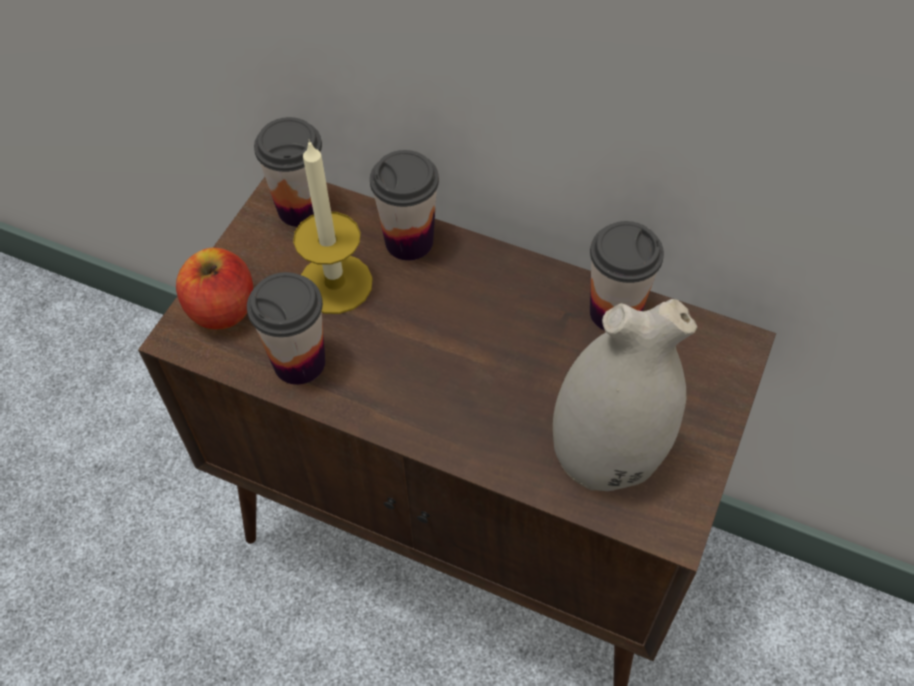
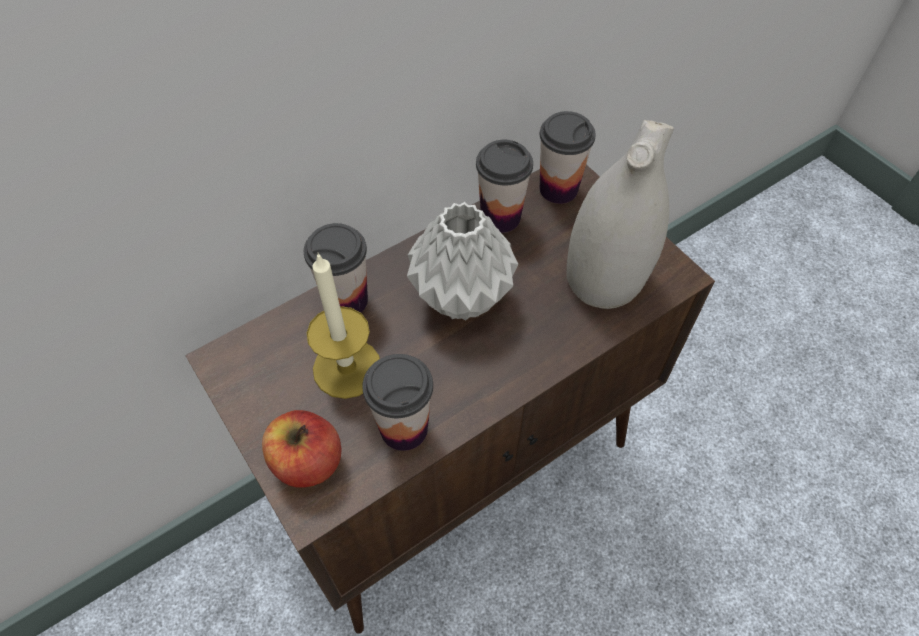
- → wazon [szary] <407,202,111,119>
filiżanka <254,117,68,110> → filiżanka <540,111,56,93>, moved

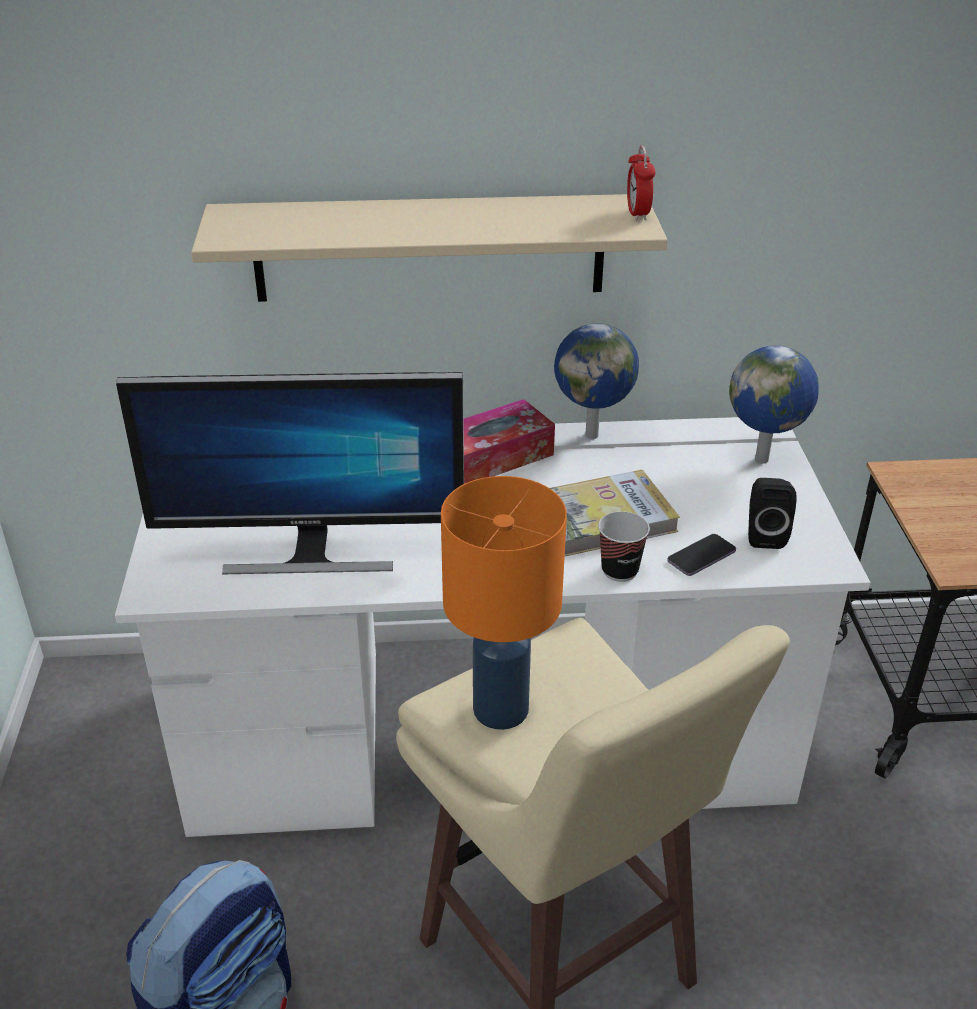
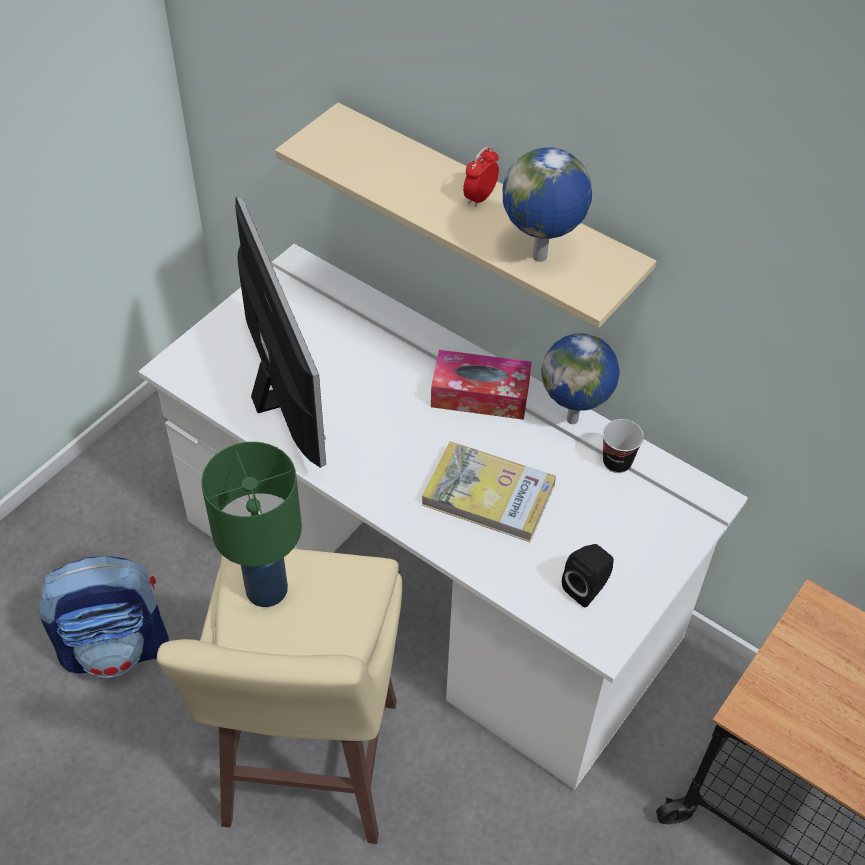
lampa stołowa [pomarańczowy] <441,476,126,254> → lampa stołowa [zielony] <201,442,101,165>
monitor <116,372,348,202> → monitor <235,197,91,271>, 150 degrees counterclockwise
budzik <627,145,28,76> → budzik <463,146,36,61>, moved
globus <729,346,90,118> → globus <503,147,89,115>, moved
filiżanka <598,511,52,71> → filiżanka <603,419,41,54>, moved
telefon <667,534,69,42> → -

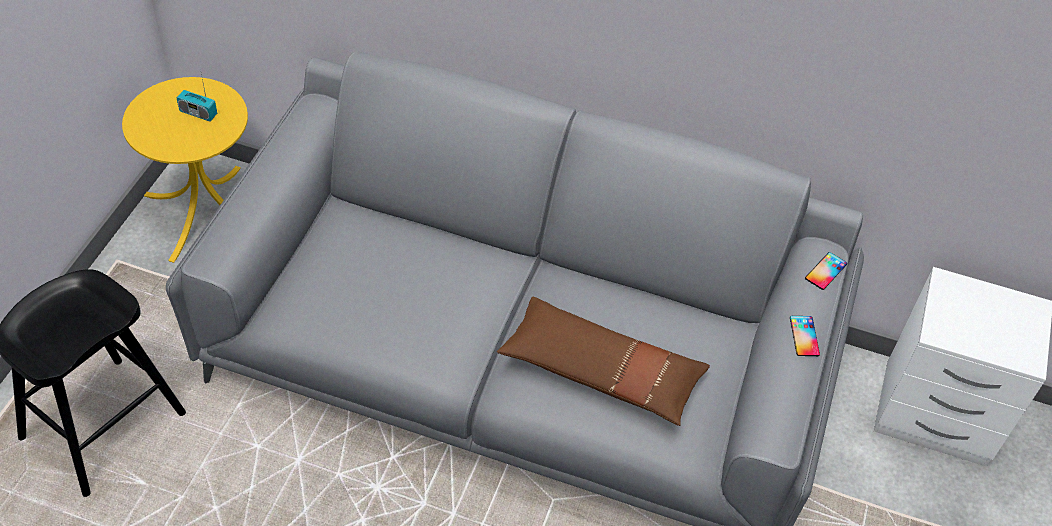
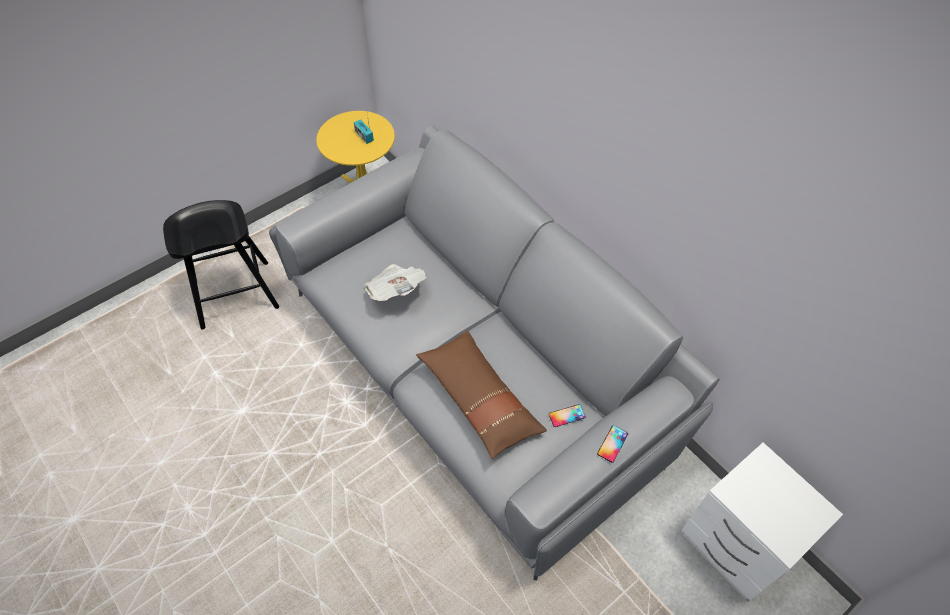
- → gazeta <364,264,62,37>
telefon <805,252,42,38> → telefon <549,404,37,23>, moved

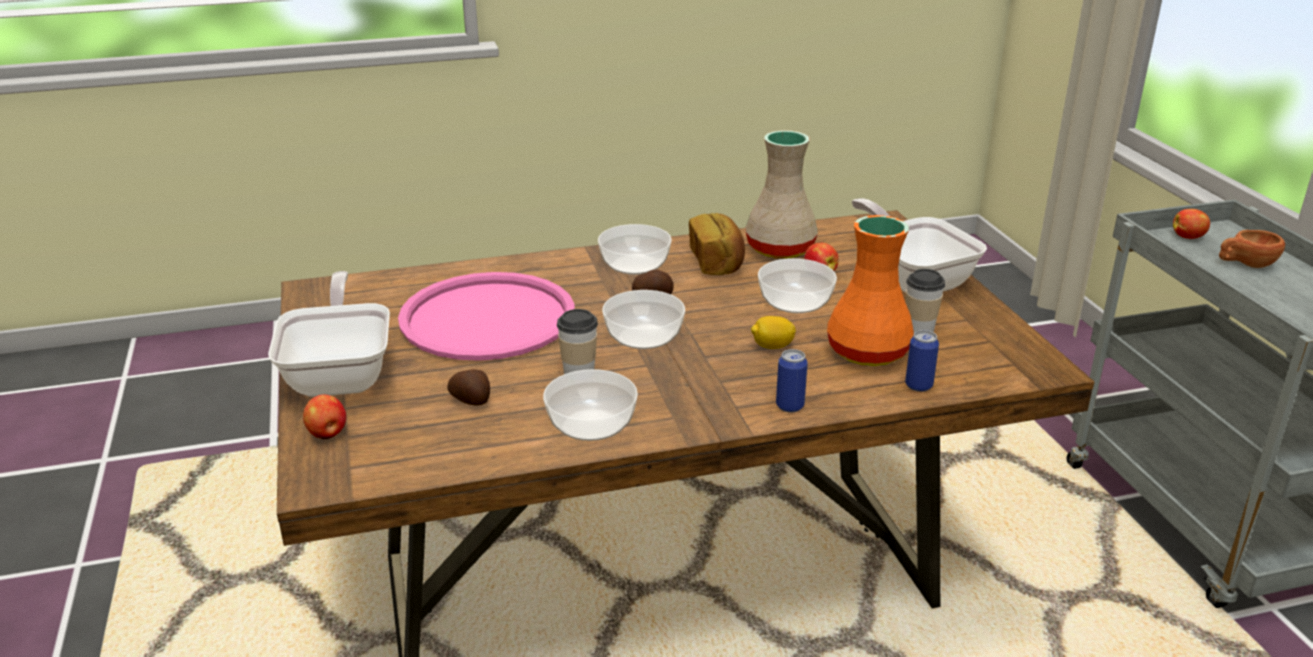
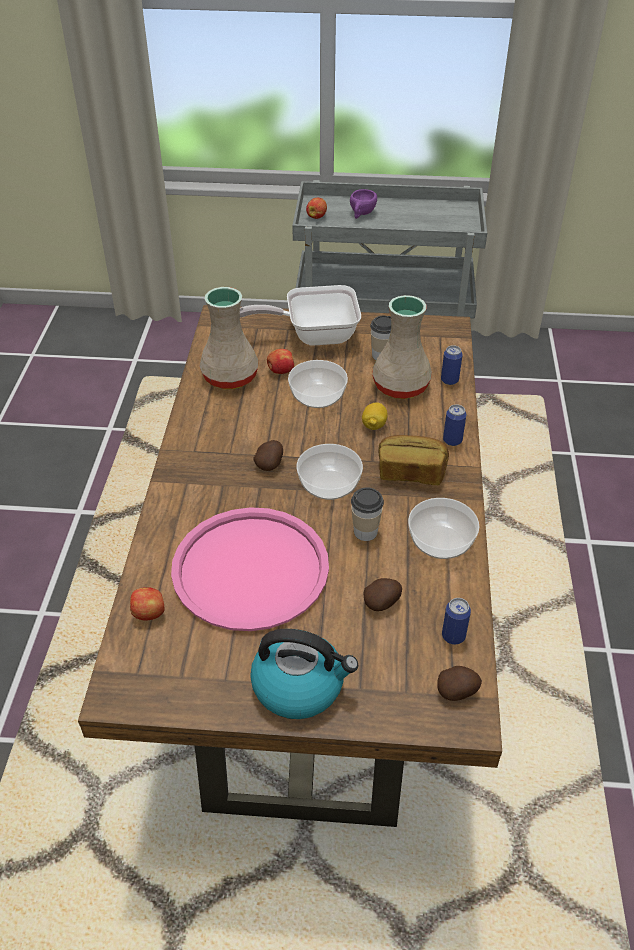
jabłko <303,395,43,44> → jabłko <130,587,35,34>, moved
patelnia <268,271,122,126> → czajnik <250,629,108,90>
filiżanka [brązowy] <1219,230,66,38> → filiżanka [fioletowy] <350,189,27,30>
wazon [pomarańczowy] <827,215,87,151> → wazon [beżowy] <372,295,60,104>
chleb <689,213,56,62> → chleb <378,435,71,50>, moved
- → ziemniak <437,666,45,35>
- → puszka <442,598,29,47>
miska <598,224,74,51> → -

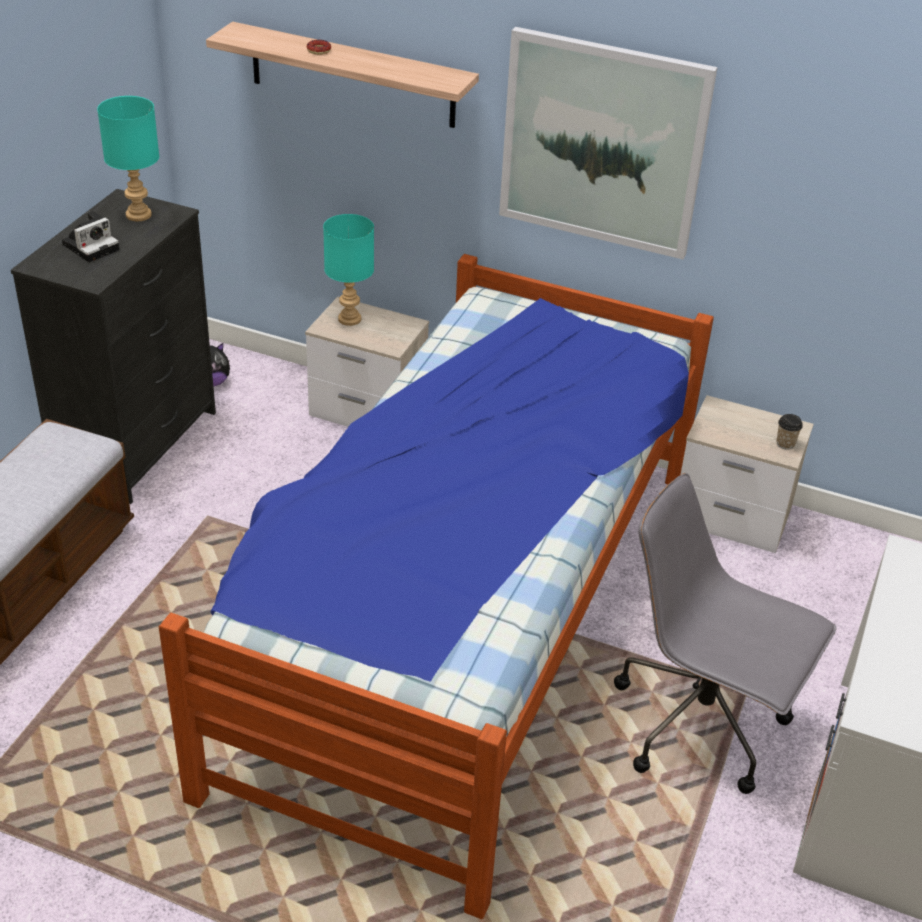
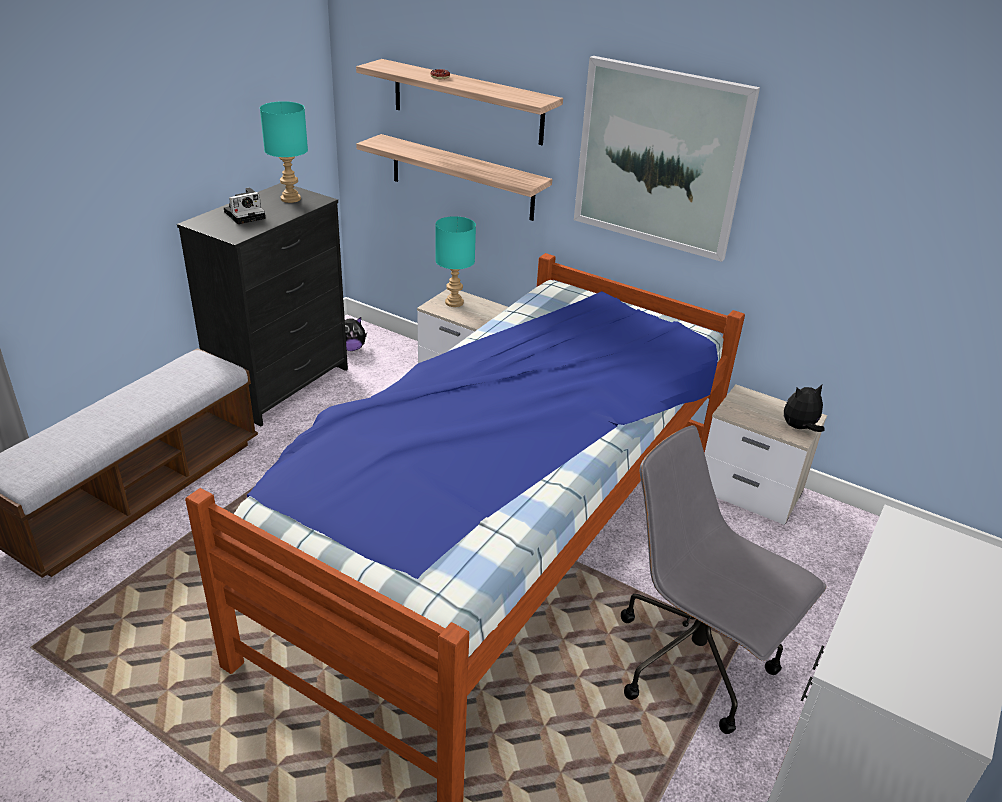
- → półka <356,134,196,87>
filiżanka <776,414,27,36> → pluszak <784,385,40,47>

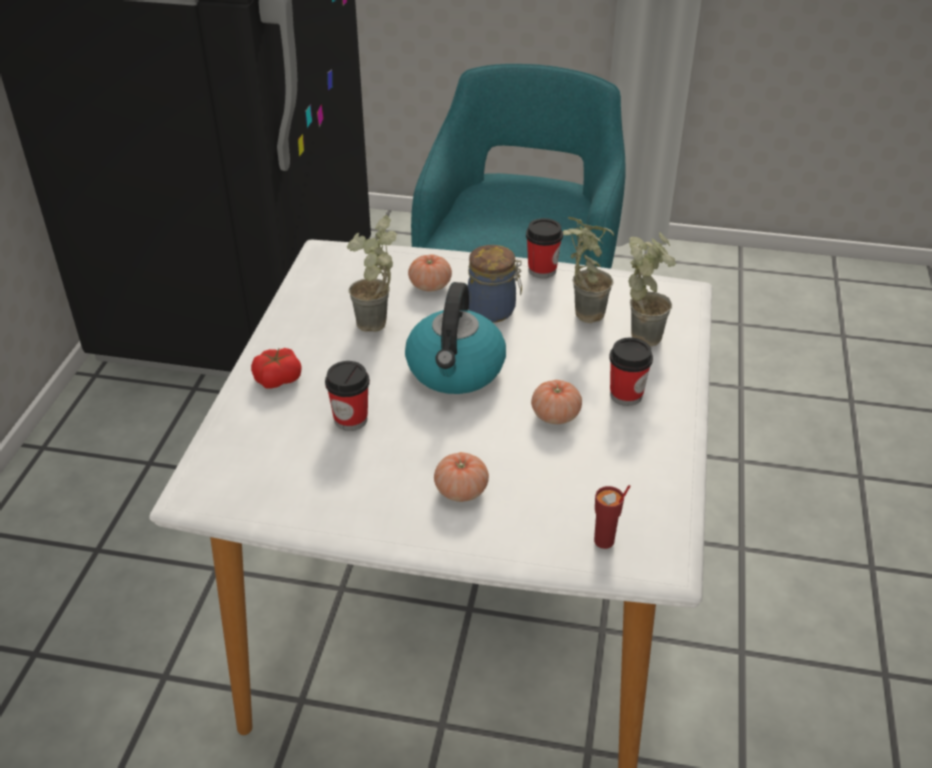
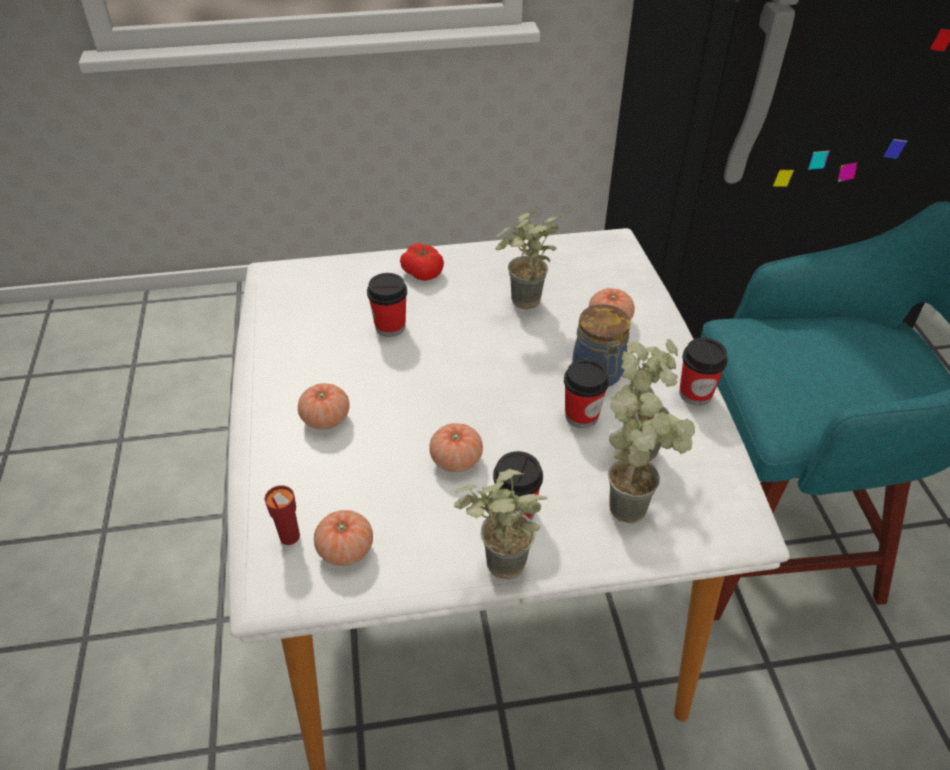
- → pomidor <314,510,59,56>
- → roślina doniczkowa <454,469,94,111>
- → filiżanka <564,359,45,69>
czajnik <405,282,101,112> → -

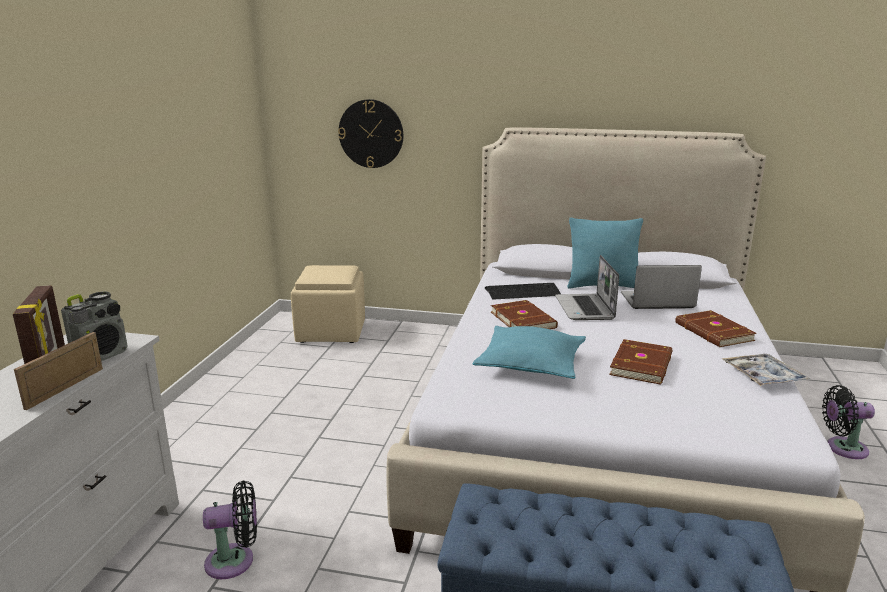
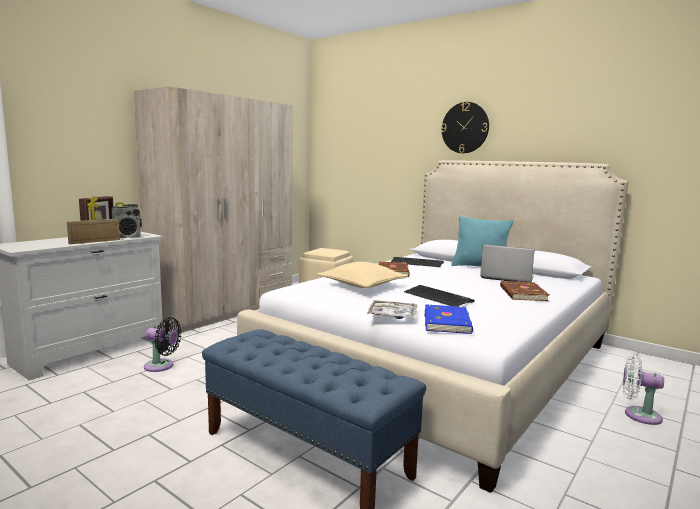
- → szafa [beżowy] <134,86,159,247>
poduszka [turkusowy] <473,326,113,53> → poduszka [beżowy] <317,262,91,26>
taca <722,354,88,32> → taca <367,300,51,19>, moved
książka [brązowy] <609,339,63,45> → klawiatura <404,285,71,21>
- → książka [niebieski] <425,305,48,29>
zegar ścienny <338,99,65,69> → zegar ścienny <441,102,48,51>, moved
wentylator [czarny] <822,385,53,74> → wentylator [biały] <623,355,41,70>
laptop <555,255,64,65> → -

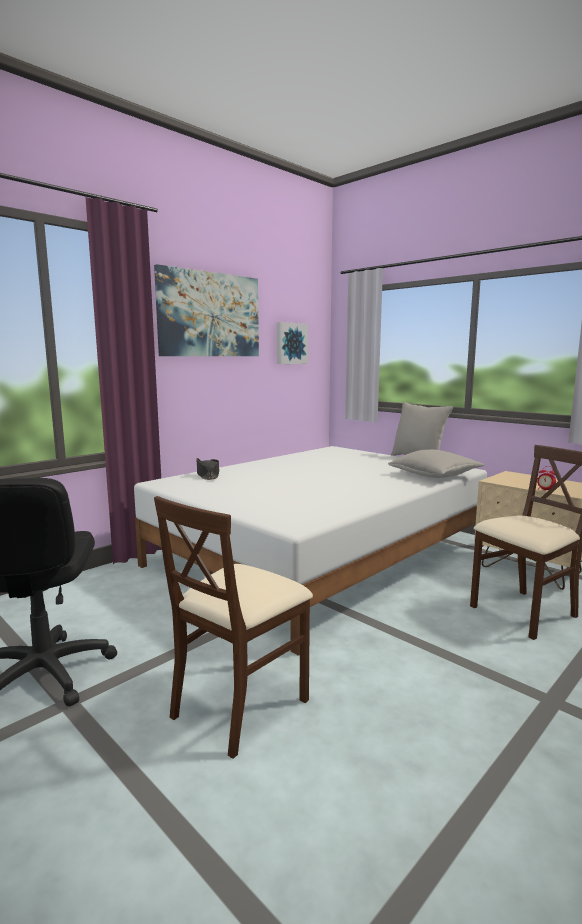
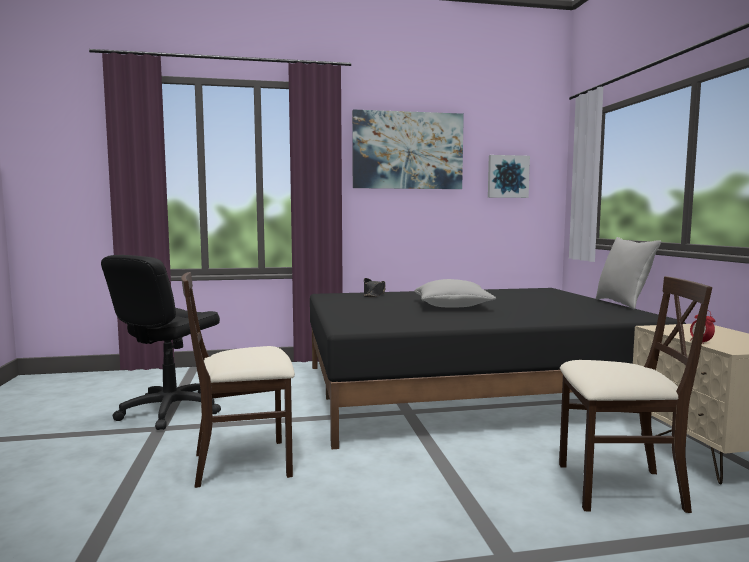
łóżko [biały] <134,446,353,210> → łóżko [czarny] <310,288,376,161>
poduszka [szary] <388,450,96,28> → poduszka [szary] <414,279,82,29>, moved

